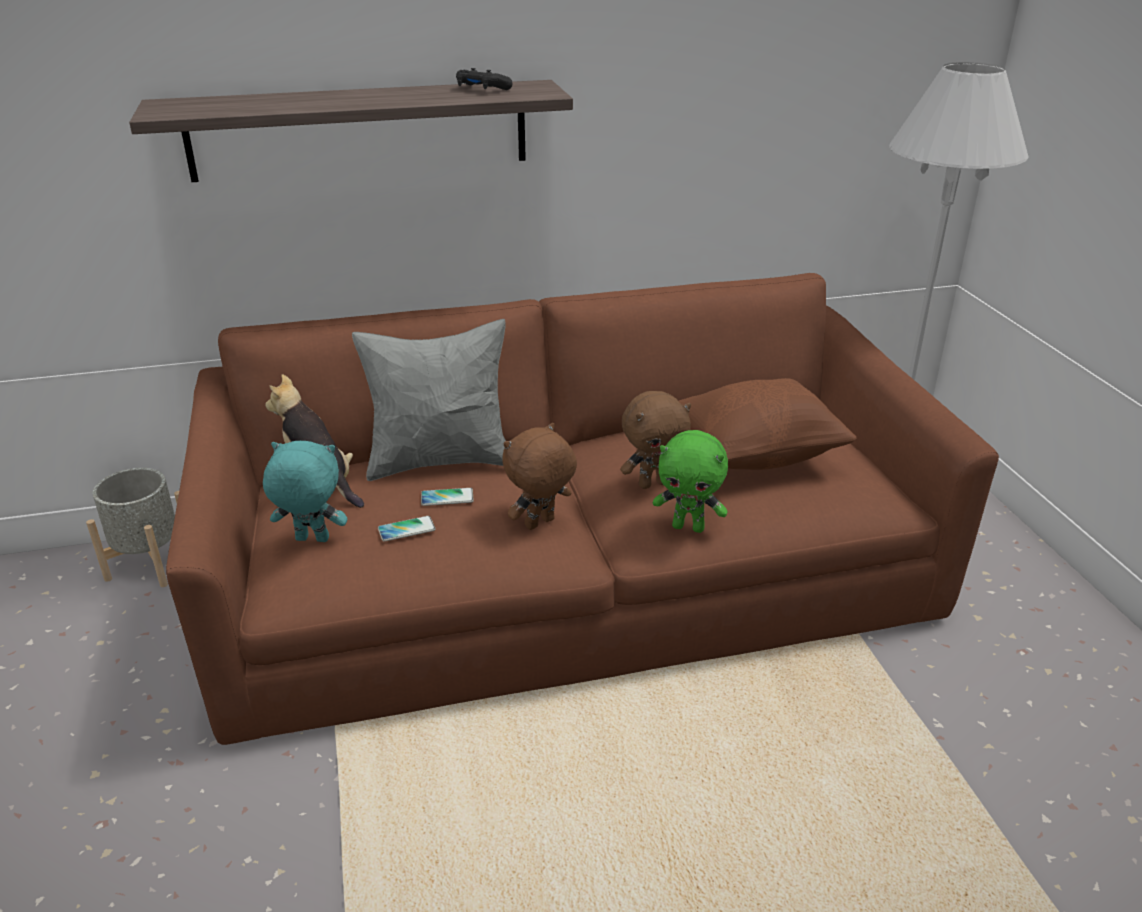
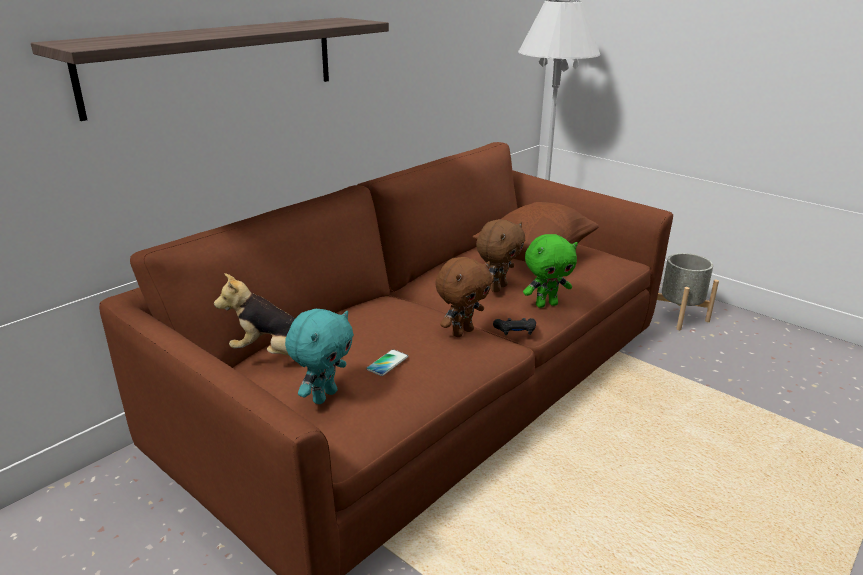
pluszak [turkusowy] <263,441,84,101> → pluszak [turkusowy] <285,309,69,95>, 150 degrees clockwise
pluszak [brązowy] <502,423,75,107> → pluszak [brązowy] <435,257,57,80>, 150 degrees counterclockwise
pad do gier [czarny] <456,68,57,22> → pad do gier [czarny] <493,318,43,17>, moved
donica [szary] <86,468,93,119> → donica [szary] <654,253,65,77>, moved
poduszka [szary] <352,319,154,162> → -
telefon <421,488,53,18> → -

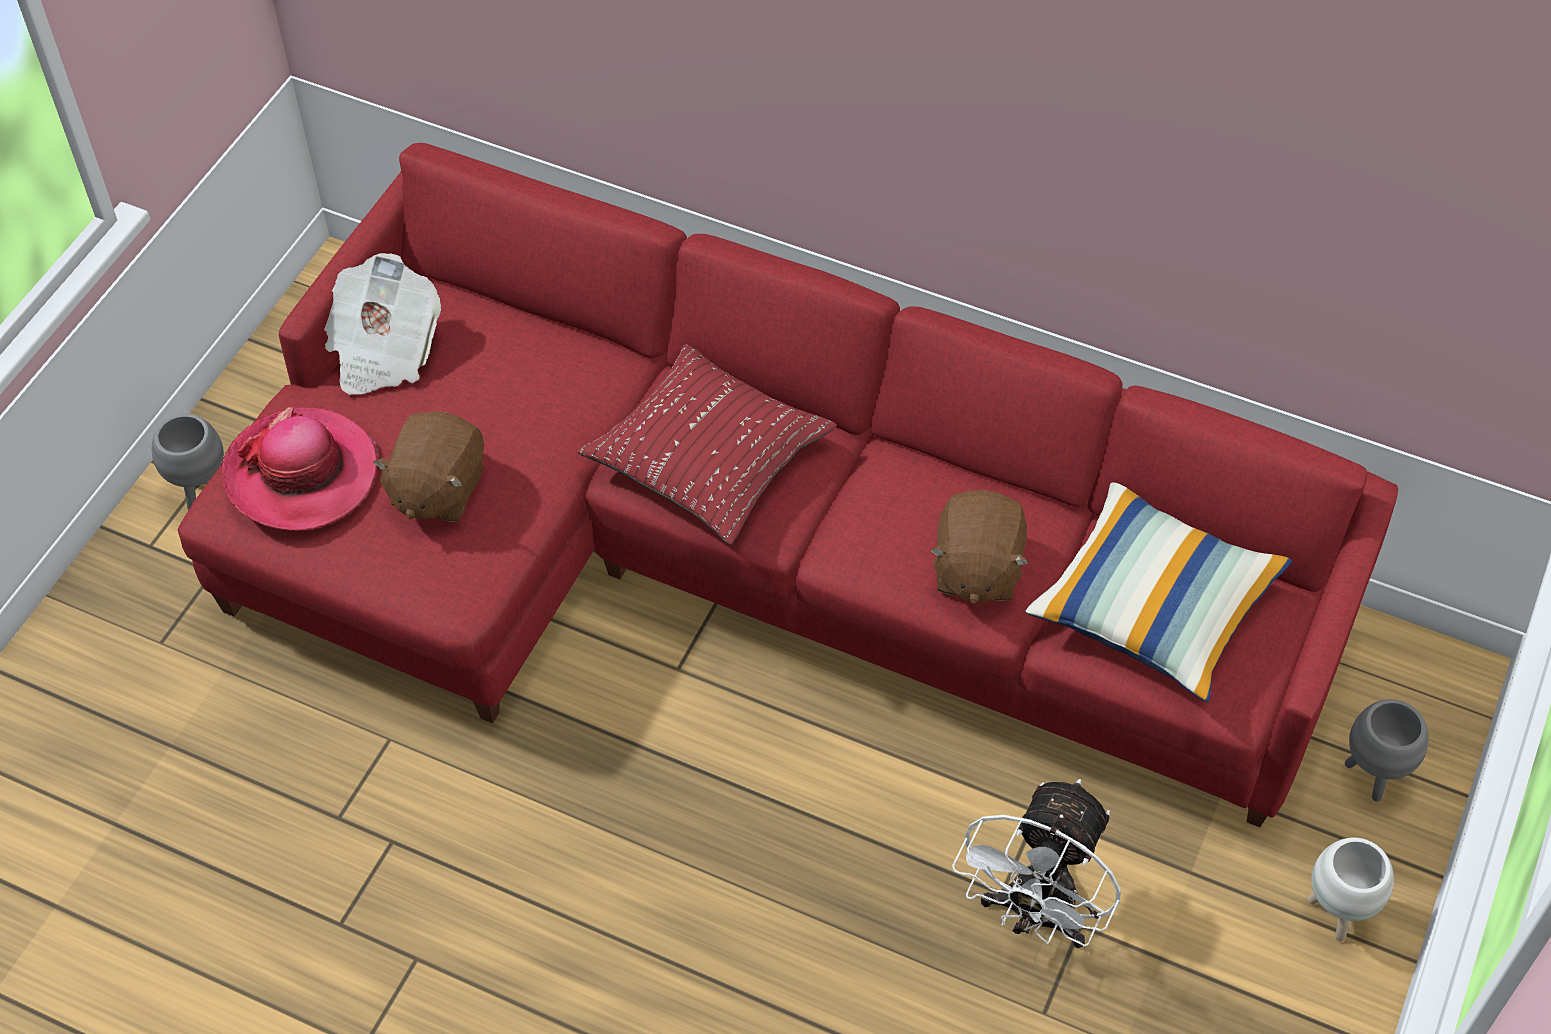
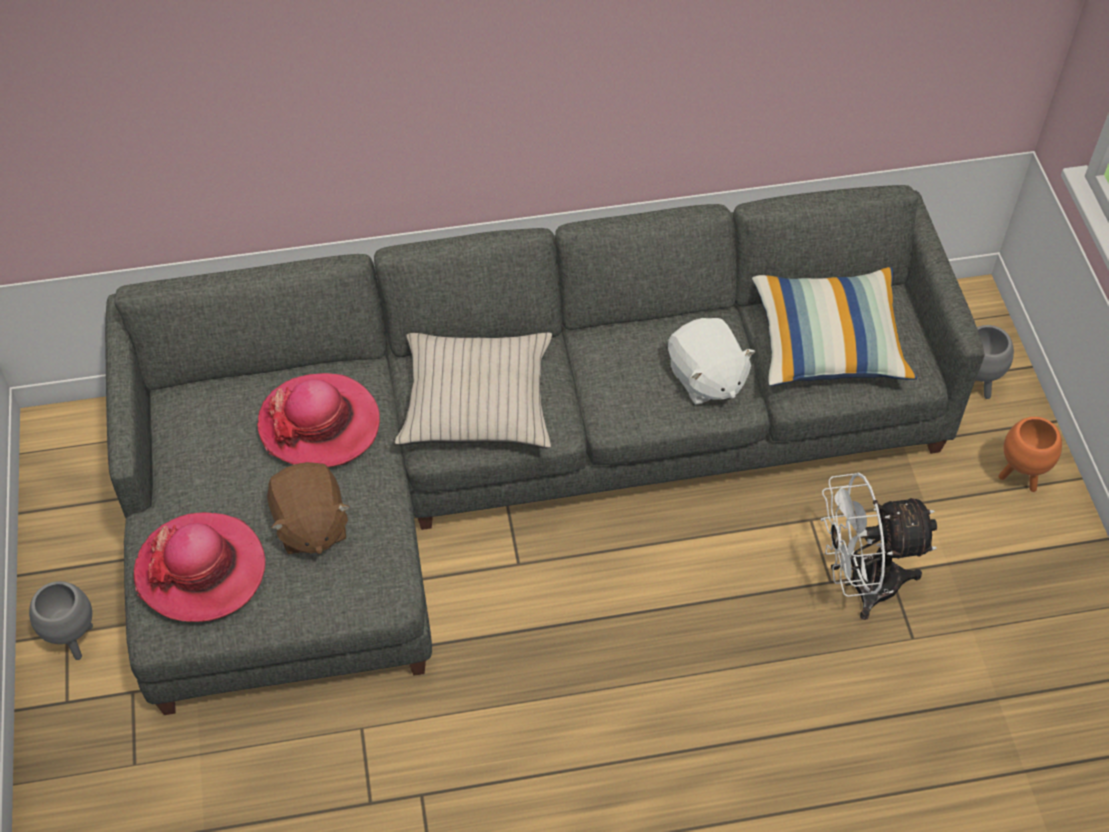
kanapa [czerwony] <177,143,1221,684> → kanapa [szary] <105,185,880,530>
- → kapelusz <257,373,123,94>
poduszka [czerwony] <577,344,260,201> → poduszka [beżowy] <395,333,157,115>
pluszak [brązowy] <930,490,99,114> → pluszak [biały] <668,318,87,87>
wentylator [biały] <952,779,169,170> → wentylator [biały] <821,472,116,148>, 90 degrees clockwise
donica [biały] <1308,837,86,104> → donica [pomarańczowy] <999,417,63,75>
gazeta <324,253,117,142> → -

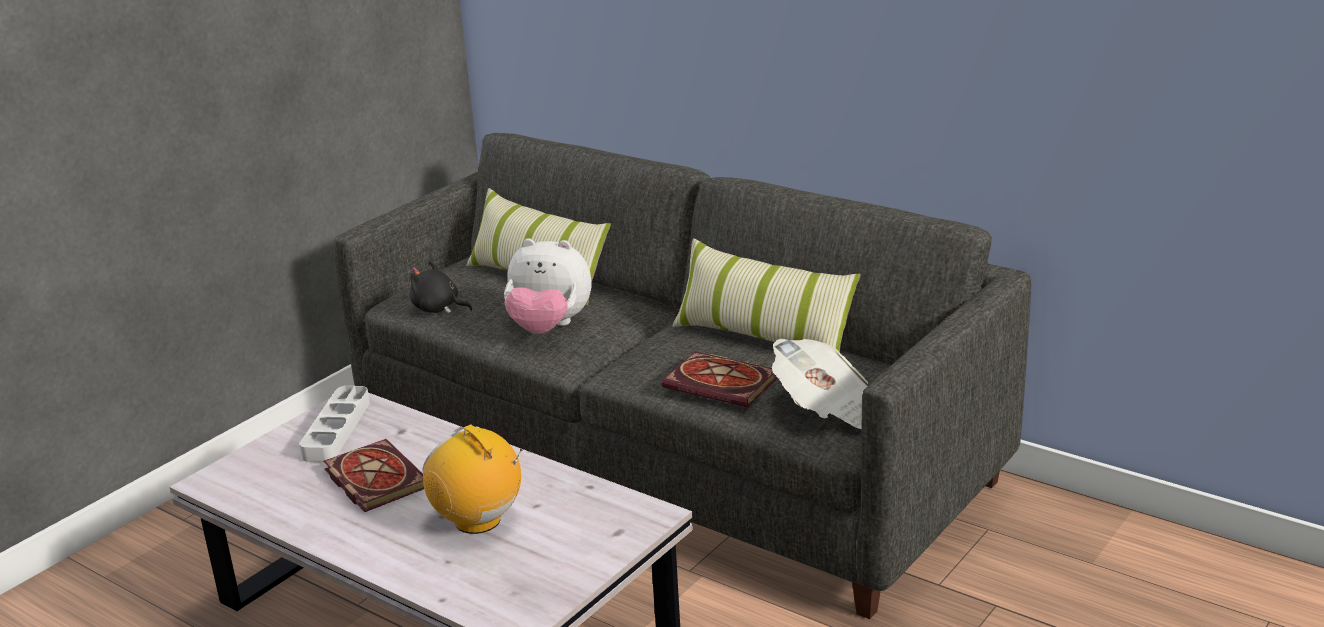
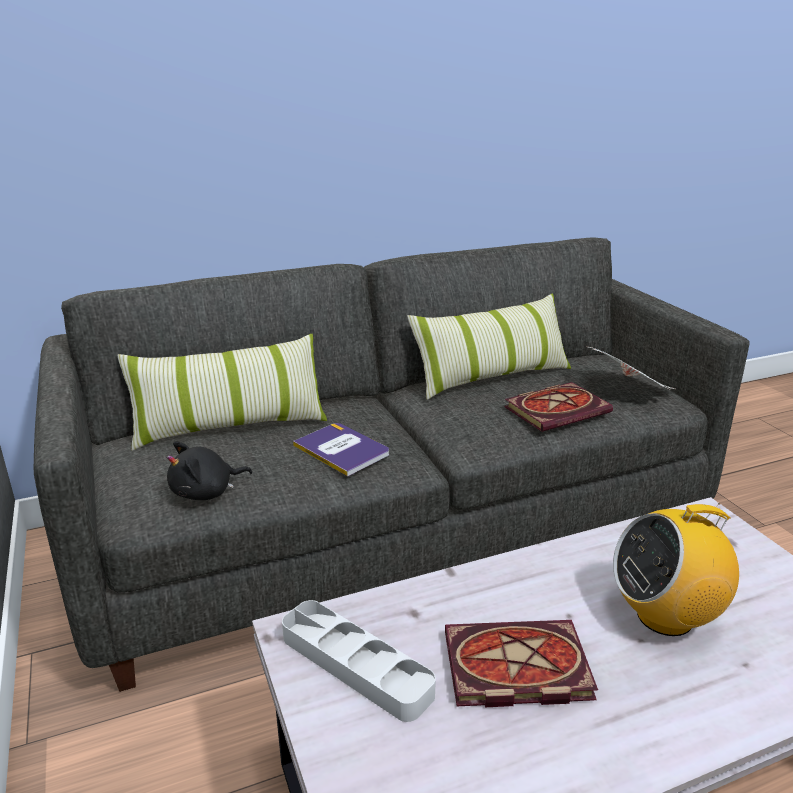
pluszak <504,238,87,96> → książka <293,423,96,53>

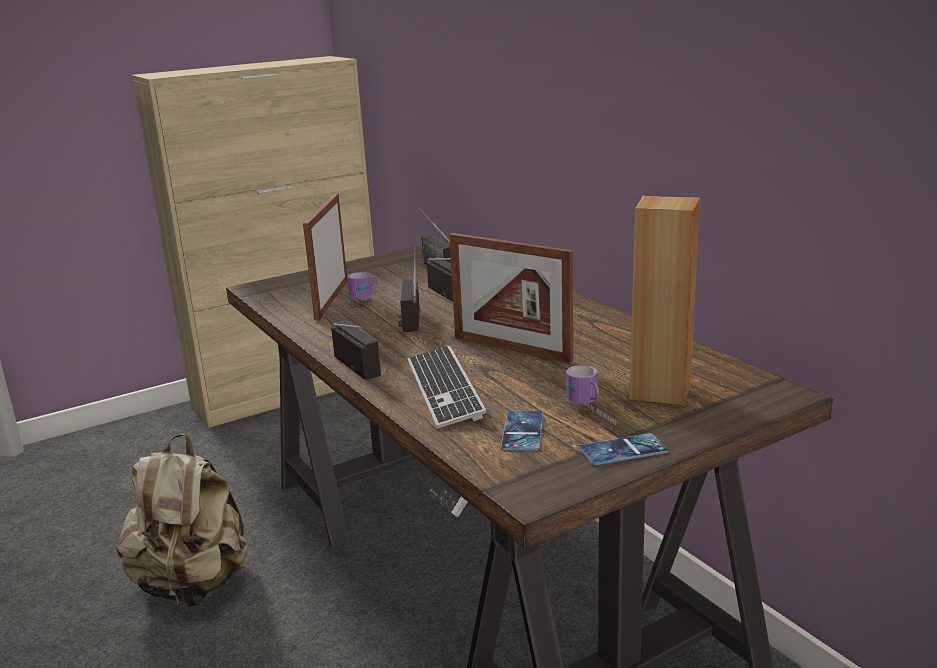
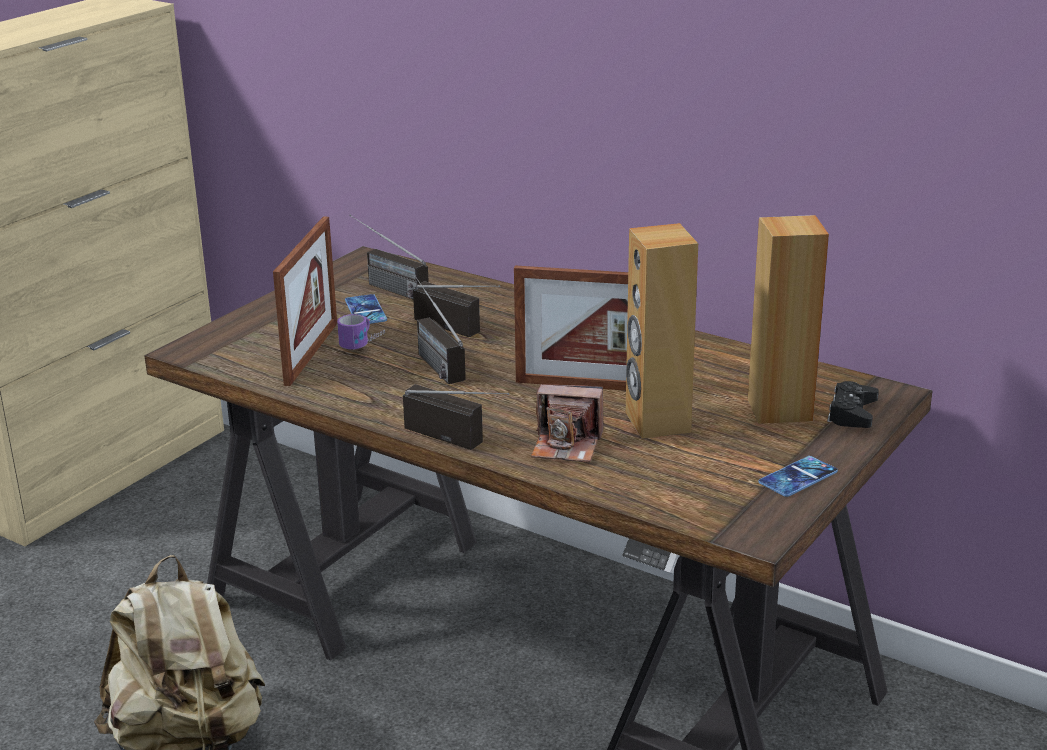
ramka na zdjęcie <303,194,44,126> → ramka na zdjęcie <273,216,64,170>, 150 degrees counterclockwise
telefon <501,411,42,40> → telefon <345,294,42,30>, moved
klawiatura <407,346,80,82> → aparat fotograficzny <531,384,73,79>
- → głośnik [brązowy] <626,223,72,216>
- → pad do gier [czarny] <827,381,52,47>
kubek <566,365,50,61> → -

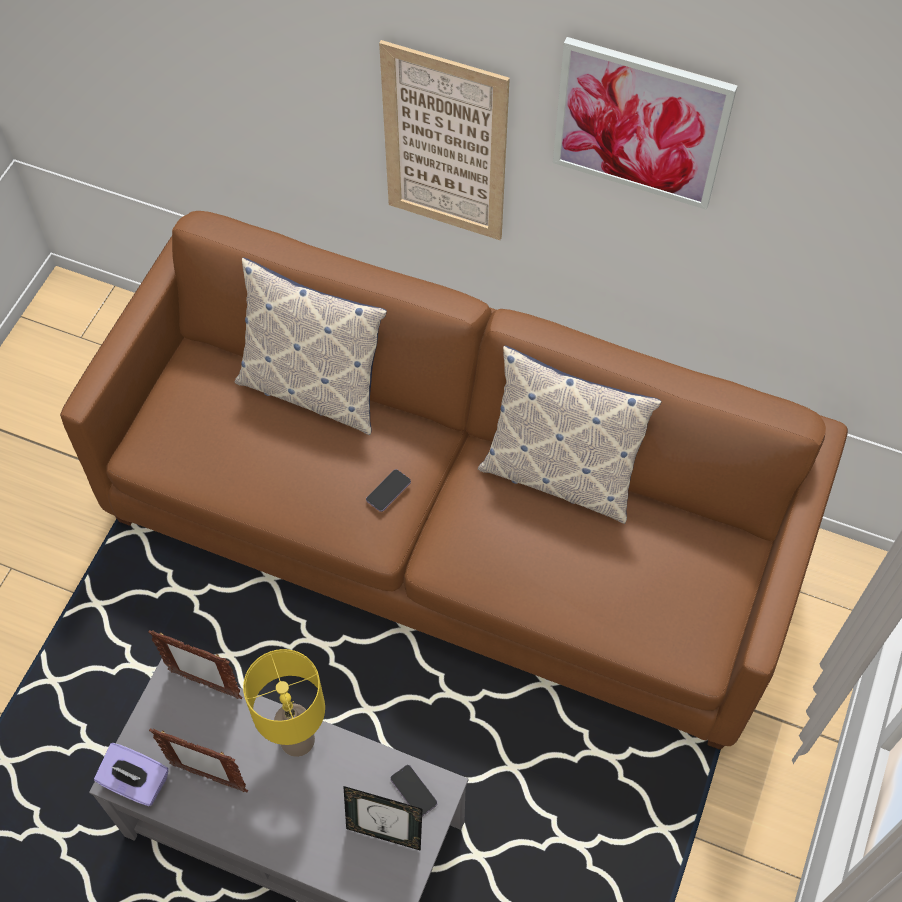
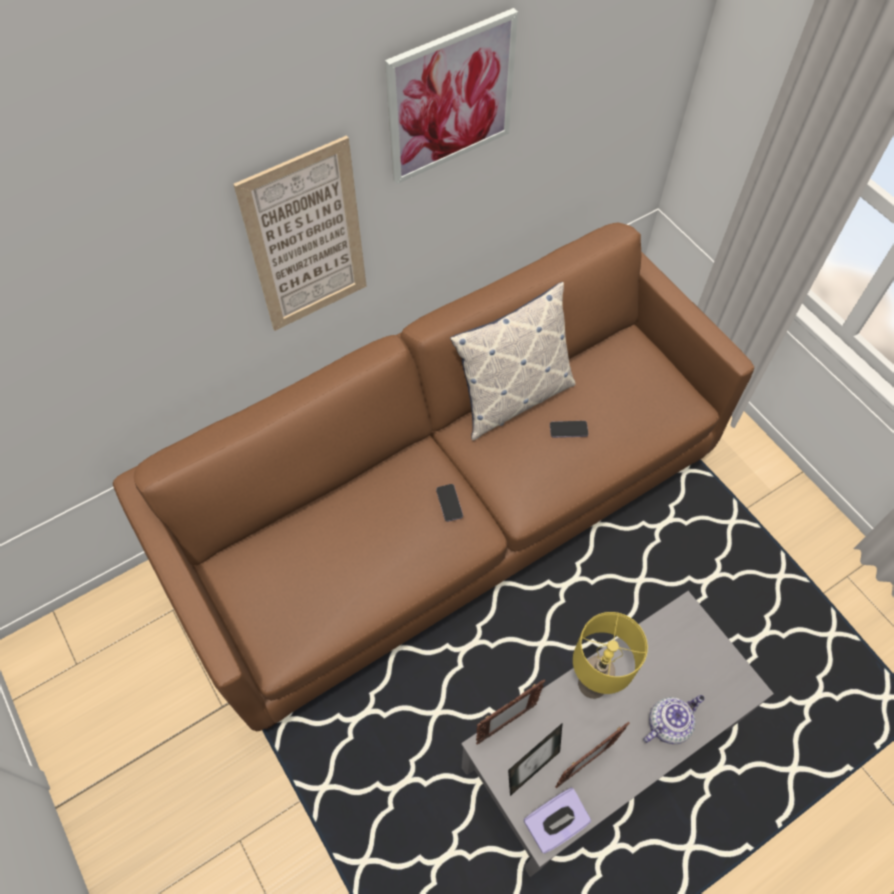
ramka na zdjęcie <343,786,79,65> → ramka na zdjęcie <508,723,55,73>, moved
telefon <390,765,47,51> → telefon <550,421,38,17>, moved
- → imbryk <643,695,62,49>
poduszka <235,257,152,178> → -

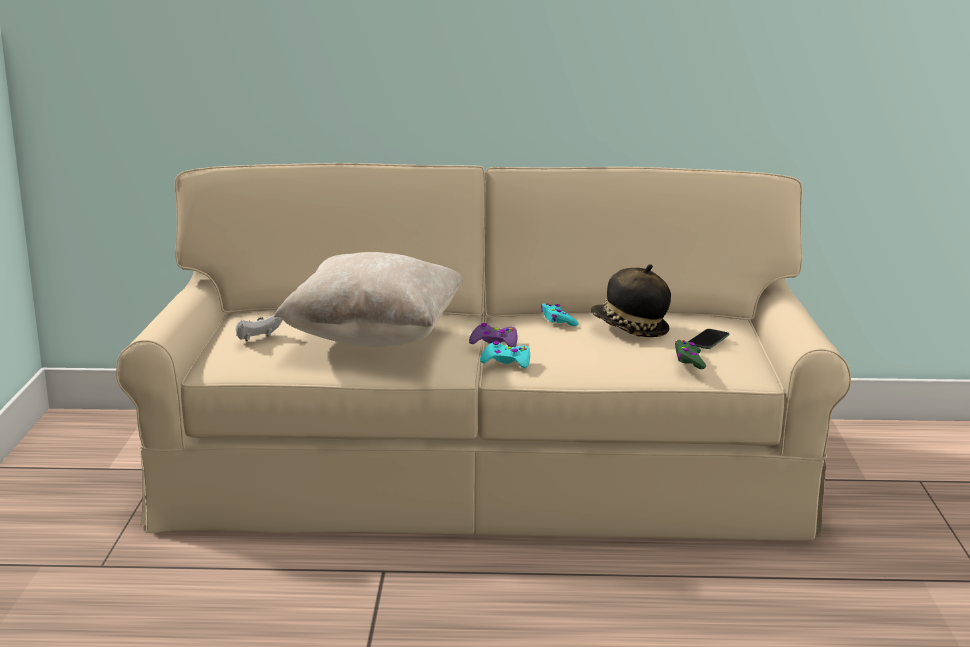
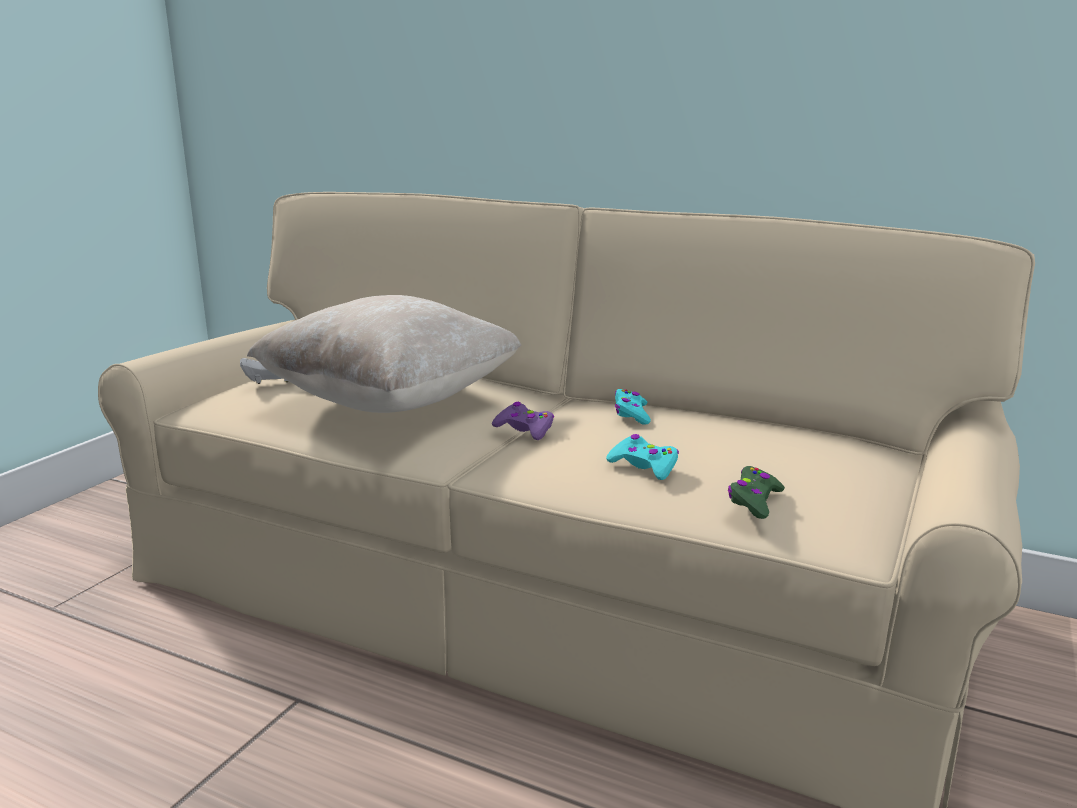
pad do gier [turkusowy] <480,341,50,27> → pad do gier [turkusowy] <606,434,73,46>, moved
kapelusz <590,264,81,73> → -
telefon <688,329,41,20> → -

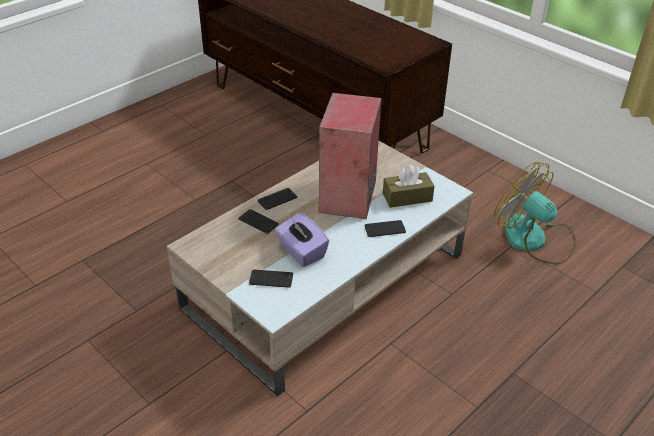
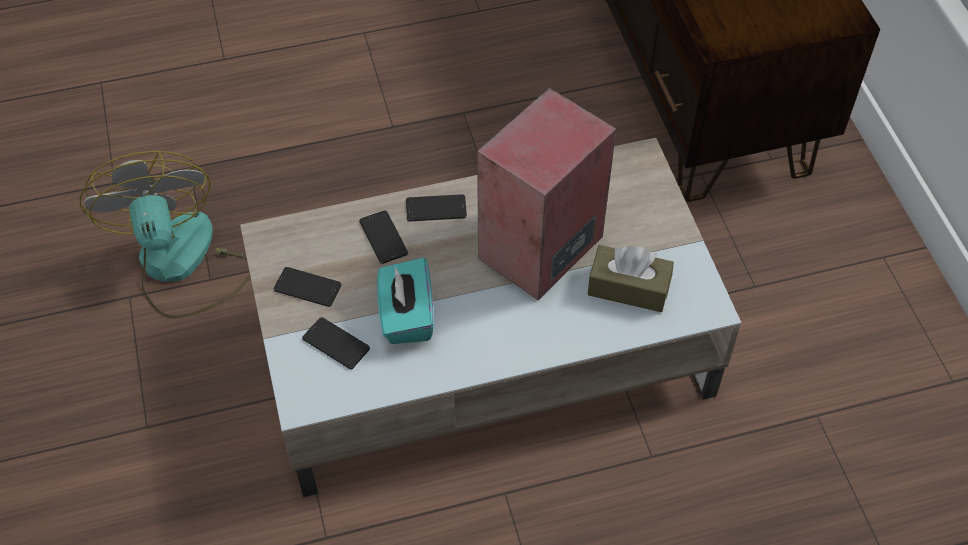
wentylator <494,162,82,102> → wentylator <80,151,170,168>, moved
telefon <365,220,41,17> → telefon <274,267,67,40>, moved
pudełko chusteczek [fioletowy] <275,213,54,54> → pudełko chusteczek [turkusowy] <377,258,57,86>

